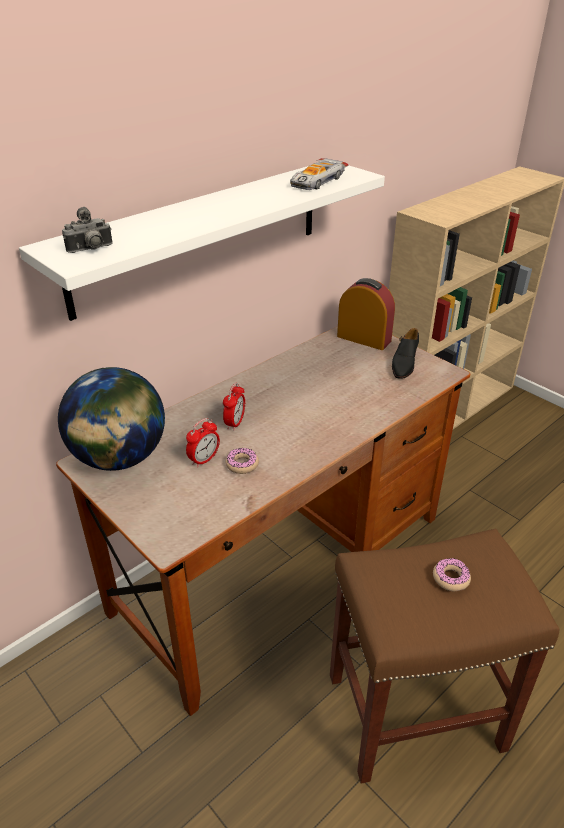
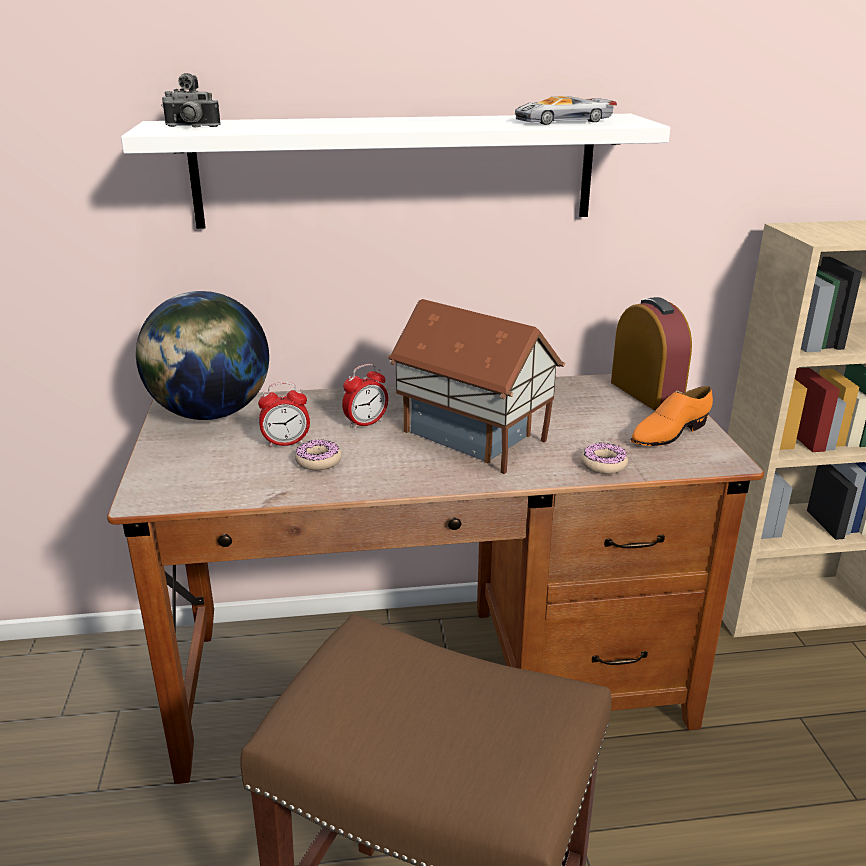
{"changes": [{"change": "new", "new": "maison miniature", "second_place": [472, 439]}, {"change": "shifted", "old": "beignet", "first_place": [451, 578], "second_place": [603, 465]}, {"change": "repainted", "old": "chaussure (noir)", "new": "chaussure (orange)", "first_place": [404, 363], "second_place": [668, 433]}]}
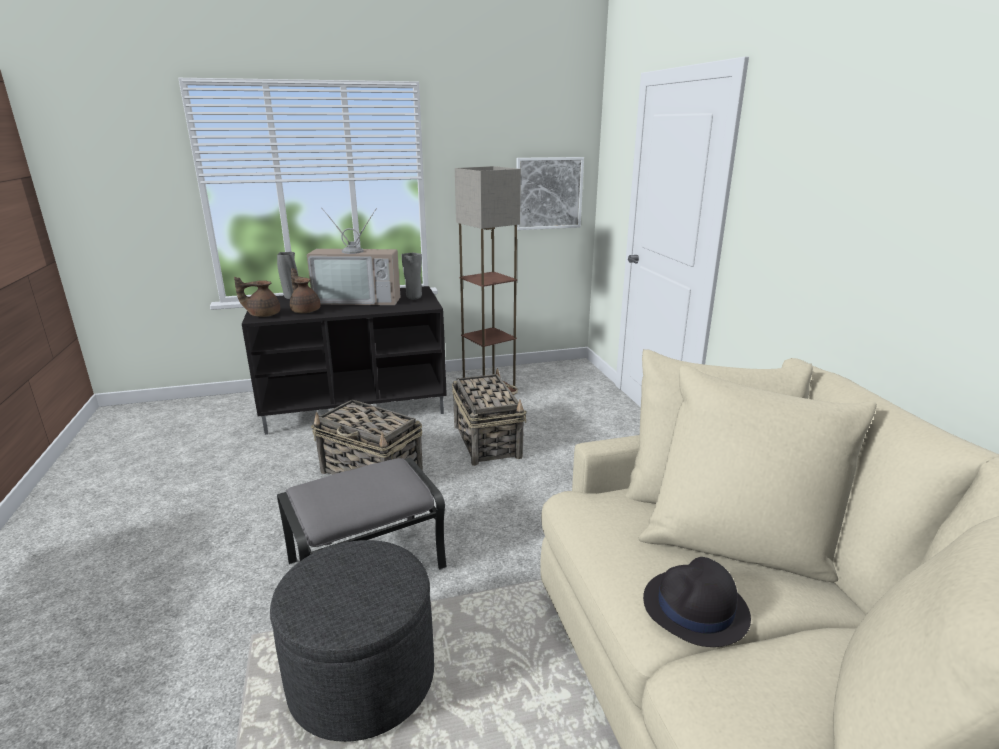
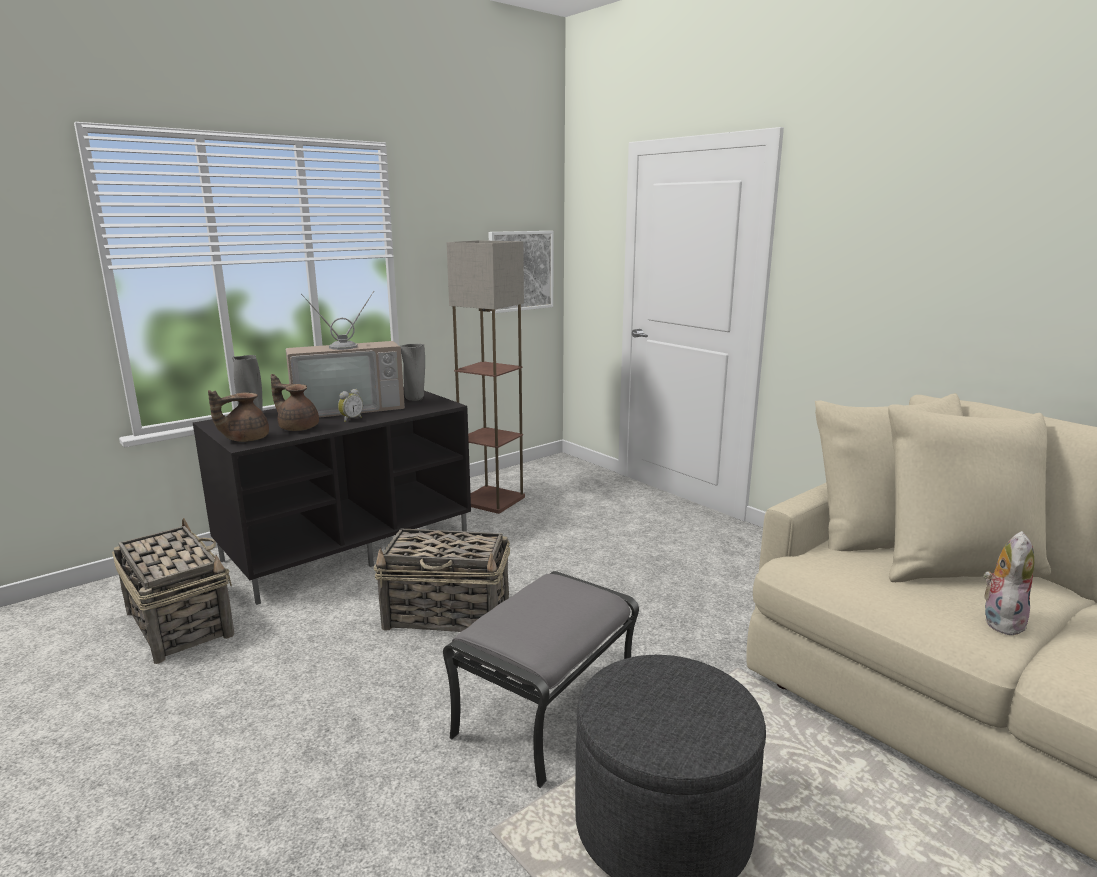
{"changes": [{"change": "new", "new": "réveil", "second_place": [350, 419]}, {"change": "shifted", "old": "panier", "first_place": [486, 441], "second_place": [179, 623]}, {"change": "swapped", "old": "chapeau (noir)", "new": "peluche", "first_place": [695, 609], "second_place": [1000, 620]}]}
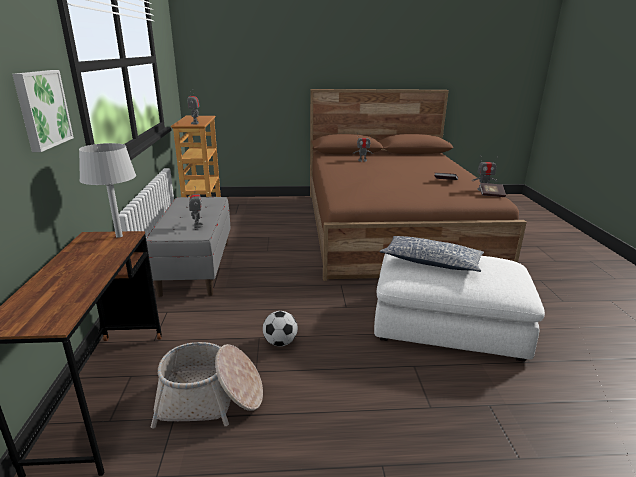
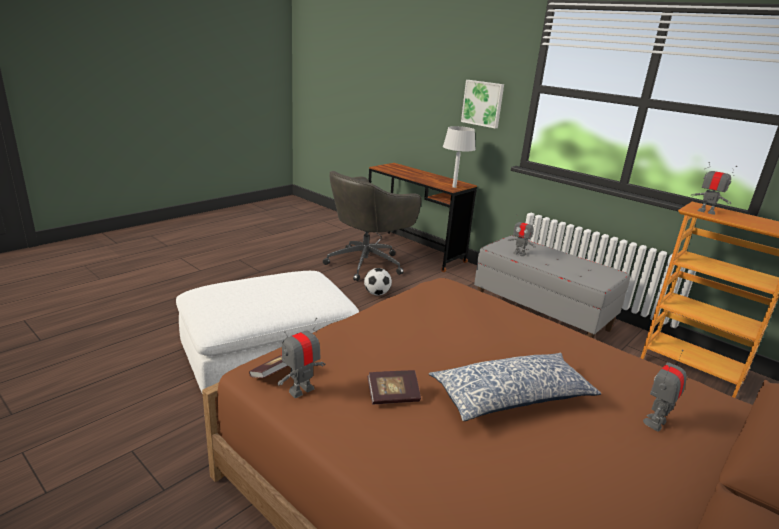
{"changes": [{"change": "shifted", "old": "coussin", "first_place": [431, 262], "second_place": [513, 398]}, {"change": "swapped", "old": "panier", "new": "chaise de bureau (gris)", "first_place": [210, 399], "second_place": [367, 263]}]}
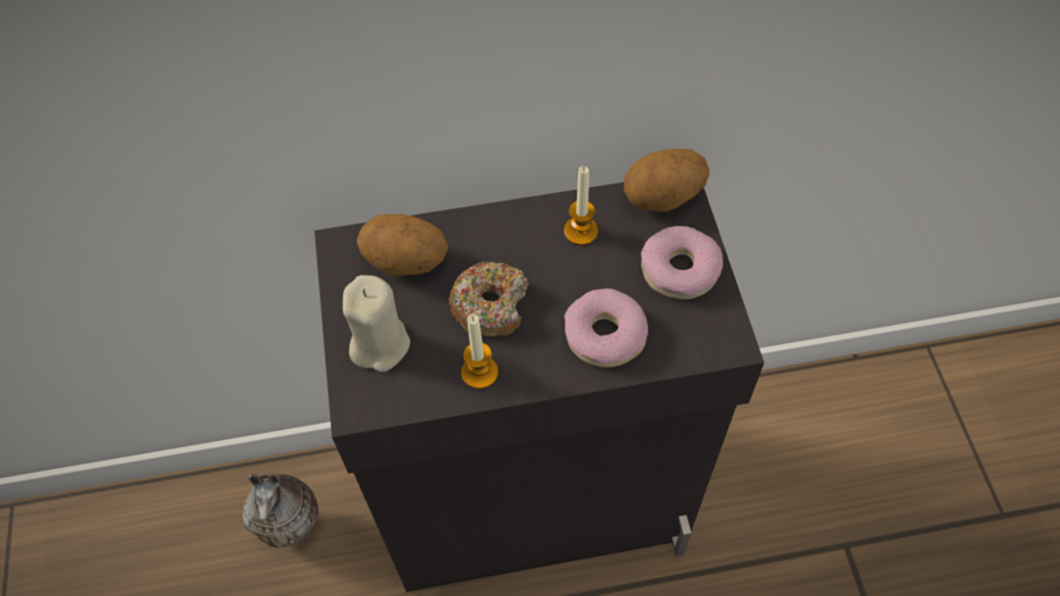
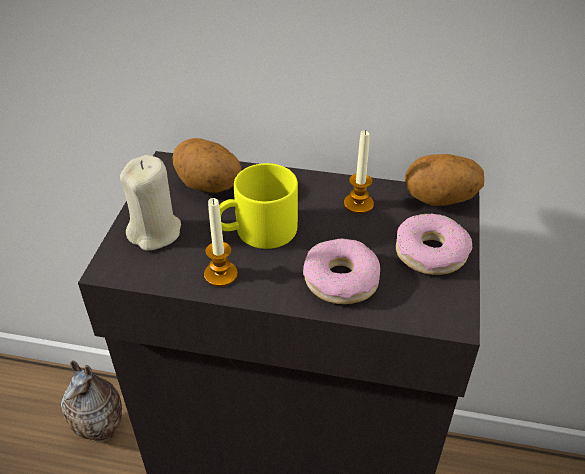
{"changes": [{"change": "swapped", "old": "beignet", "new": "mug (jaune)", "first_place": [490, 305], "second_place": [257, 232]}]}
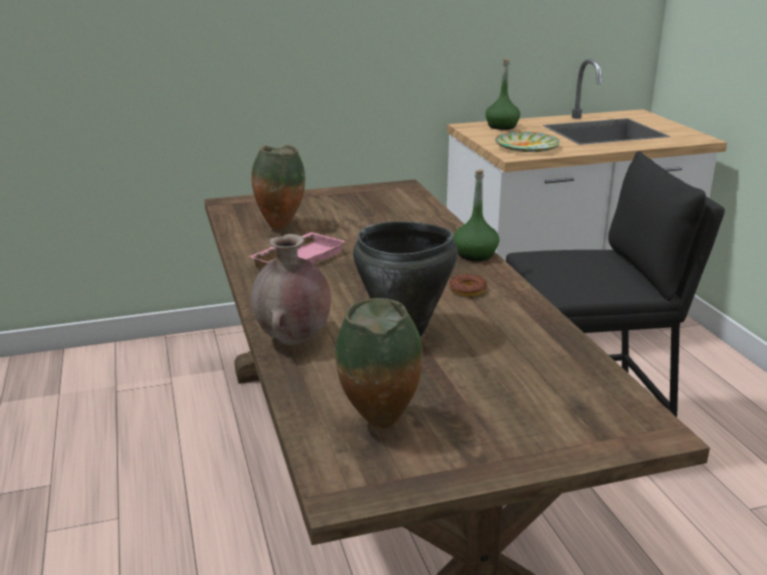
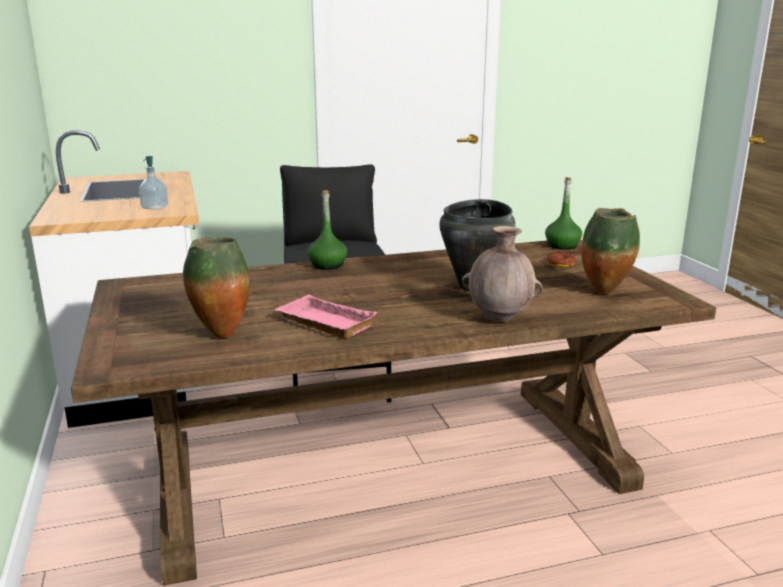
{"changes": [{"change": "shifted", "old": "beignet", "first_place": [467, 289], "second_place": [560, 264]}, {"change": "shifted", "old": "bouteille (vert)", "first_place": [502, 126], "second_place": [562, 246]}, {"change": "swapped", "old": "assiette", "new": "distributeur de savon", "first_place": [527, 147], "second_place": [155, 207]}]}
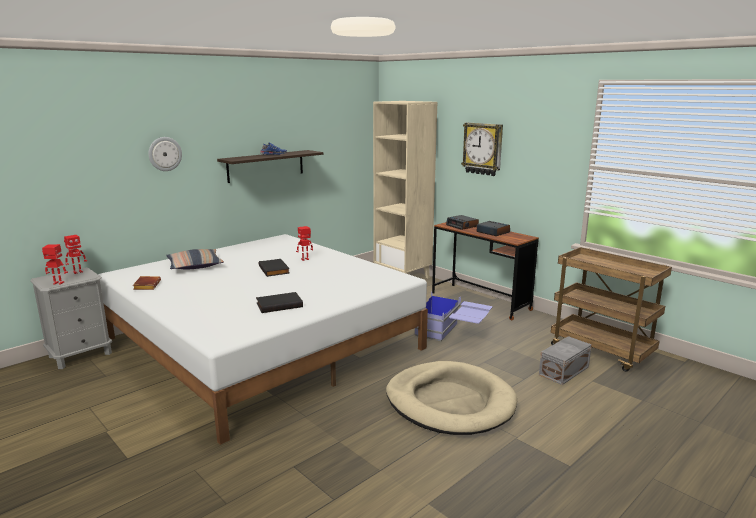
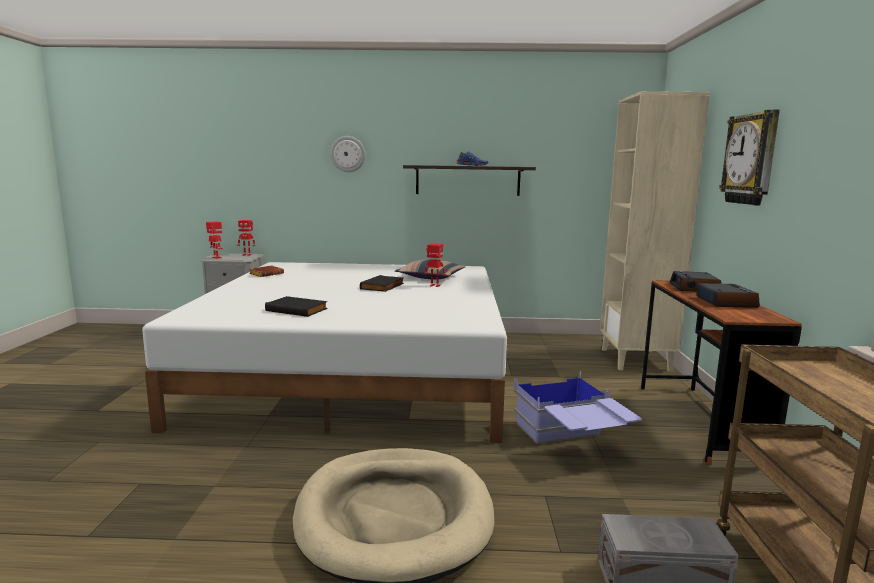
{"changes": [{"change": "shifted", "old": "coussin", "first_place": [195, 265], "second_place": [431, 277]}]}
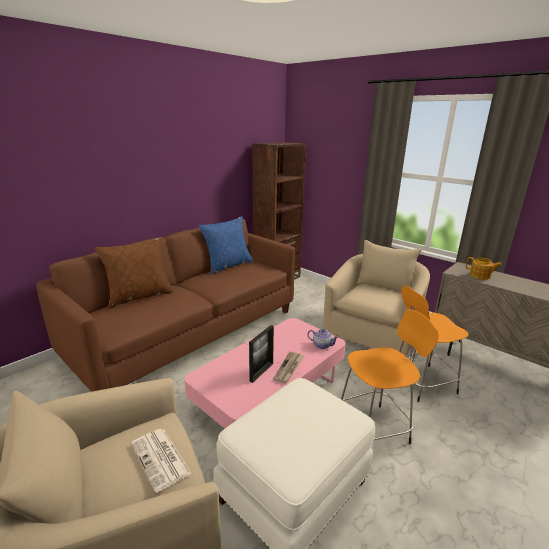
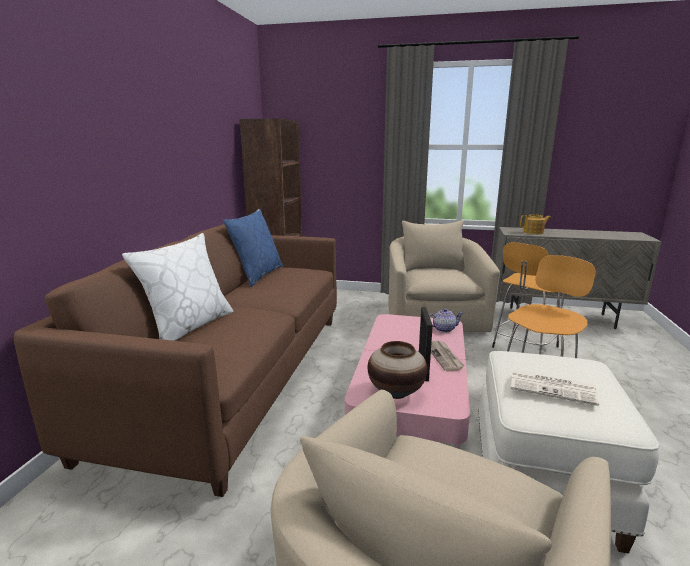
{"changes": [{"change": "new", "new": "vase", "second_place": [396, 392]}, {"change": "shifted", "old": "journal", "first_place": [161, 459], "second_place": [553, 388]}, {"change": "repainted", "old": "coussin (marron)", "new": "coussin (blanc)", "first_place": [140, 296], "second_place": [189, 326]}]}
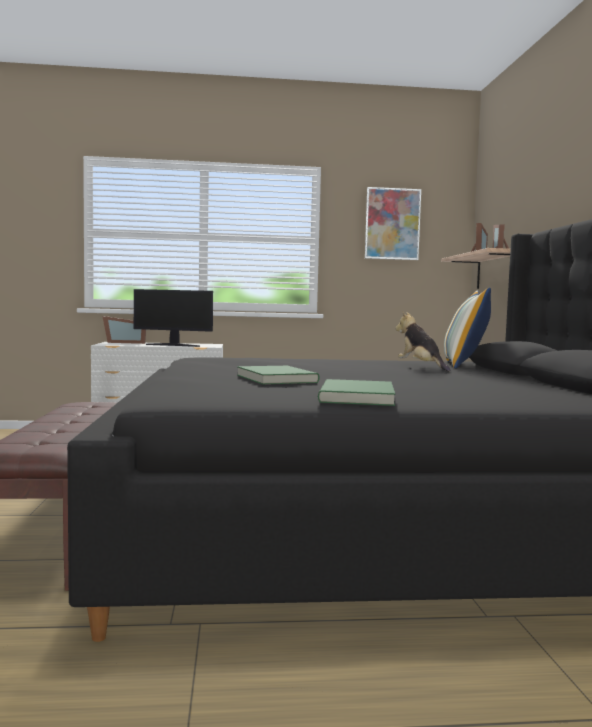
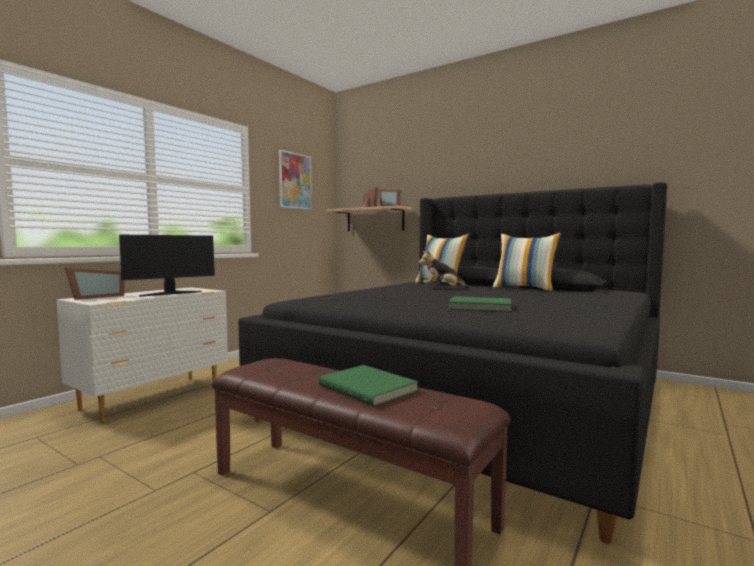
{"changes": [{"change": "new", "new": "coussin", "second_place": [525, 288]}, {"change": "shifted", "old": "livre (vert)", "first_place": [359, 397], "second_place": [369, 387]}]}
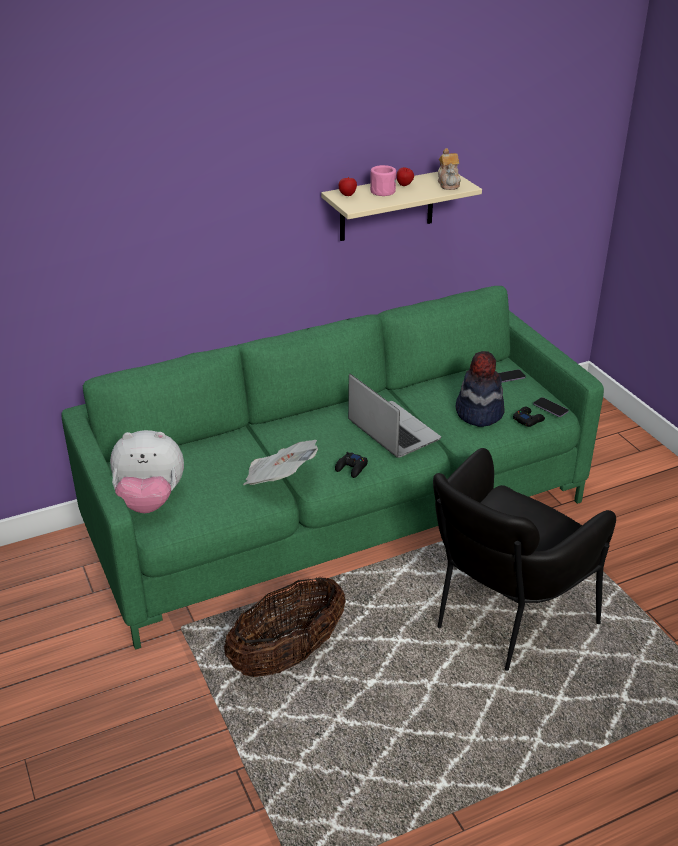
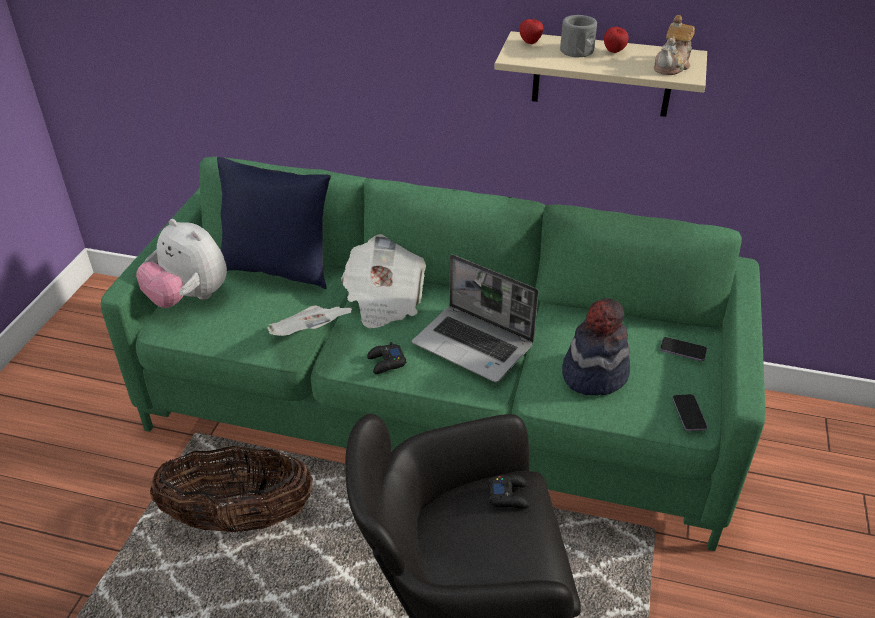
{"changes": [{"change": "new", "new": "coussin (bleu)", "second_place": [278, 269]}, {"change": "new", "new": "journal", "second_place": [384, 300]}, {"change": "shifted", "old": "manette (noir)", "first_place": [528, 420], "second_place": [509, 495]}, {"change": "repainted", "old": "mug (rose)", "new": "mug (gris)", "first_place": [383, 190], "second_place": [579, 49]}, {"change": "rotated", "old": "ordinateur portable", "first_place": [392, 431], "second_place": [474, 345], "degrees": 120}]}
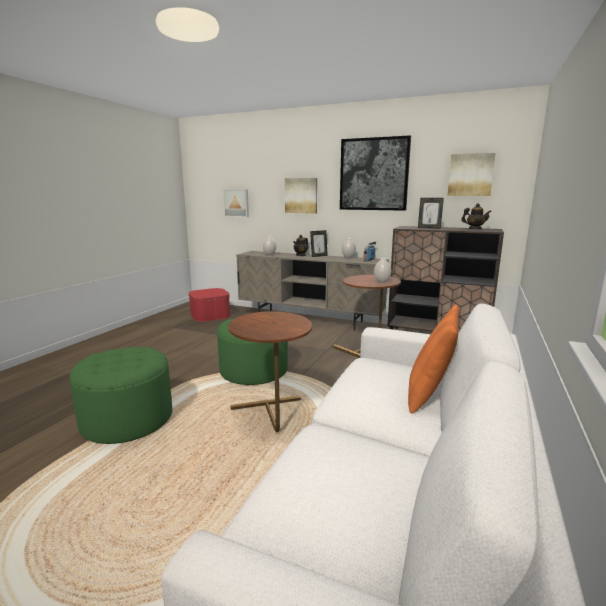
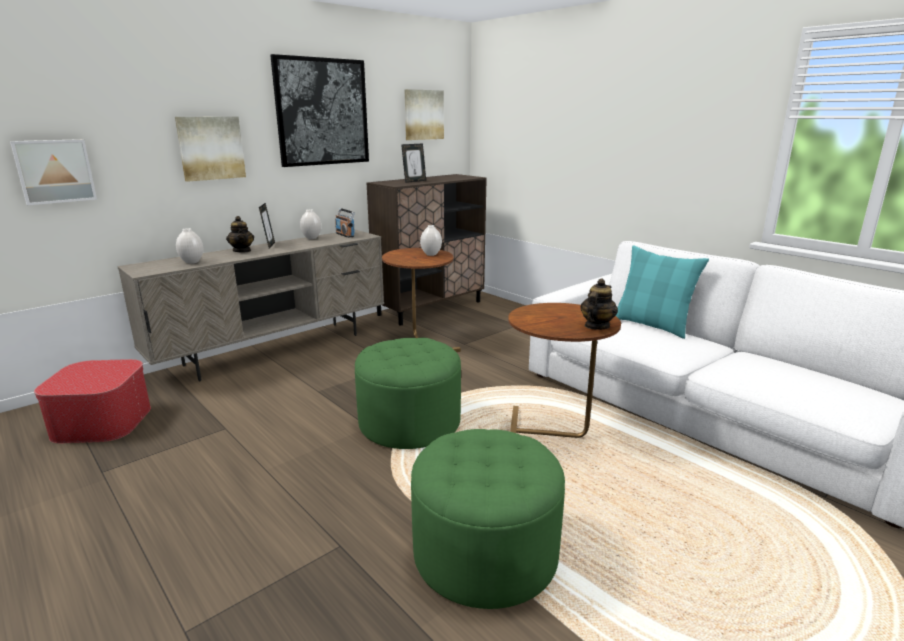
{"changes": [{"change": "shifted", "old": "théière", "first_place": [474, 229], "second_place": [596, 326]}, {"change": "repainted", "old": "coussin (orange)", "new": "coussin (turquoise)", "first_place": [429, 394], "second_place": [652, 325]}]}
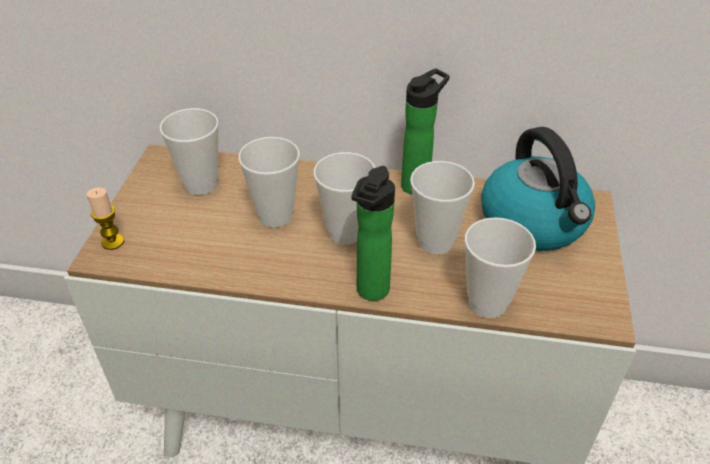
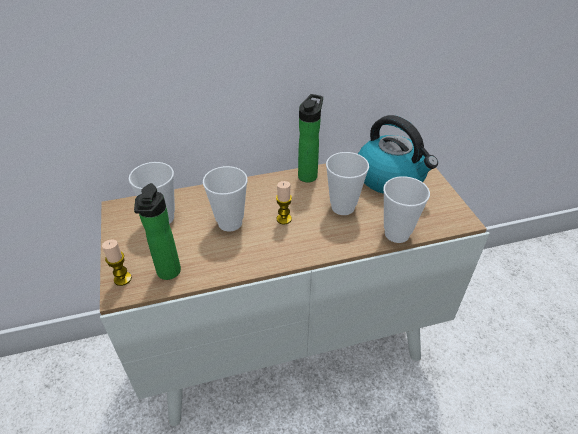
{"changes": [{"change": "shifted", "old": "bouteille", "first_place": [370, 293], "second_place": [168, 274]}, {"change": "swapped", "old": "tasse", "new": "bougie", "first_place": [345, 232], "second_place": [284, 219]}]}
